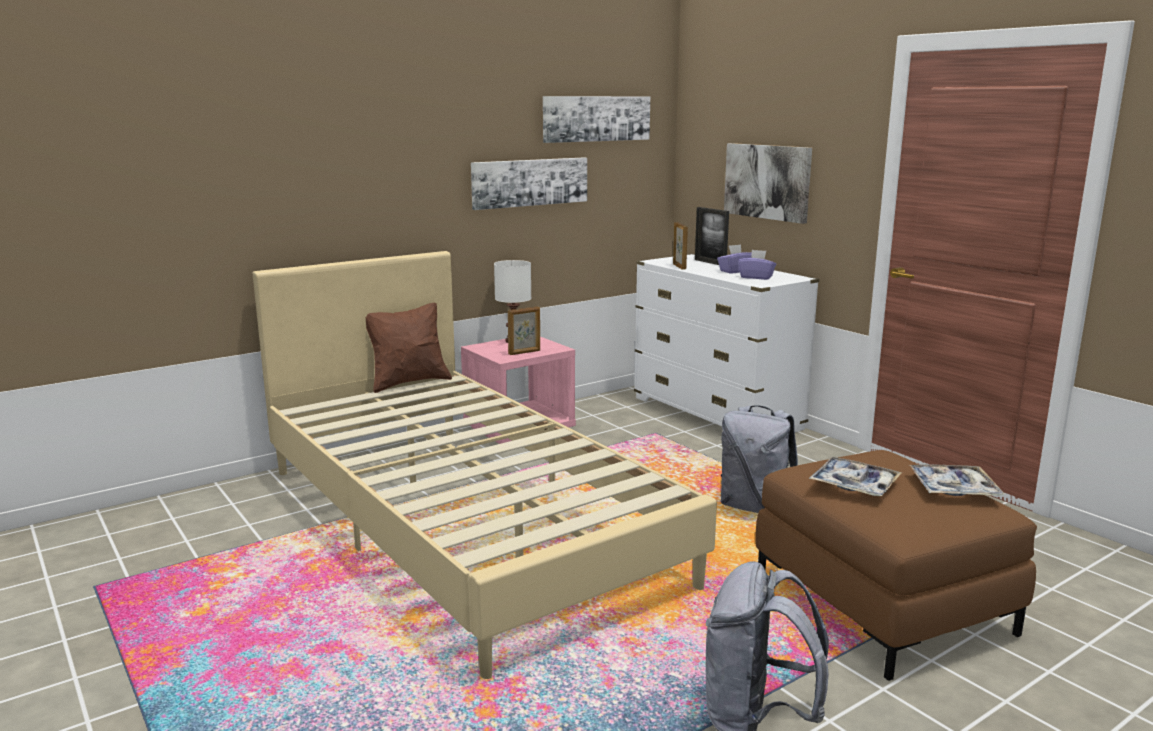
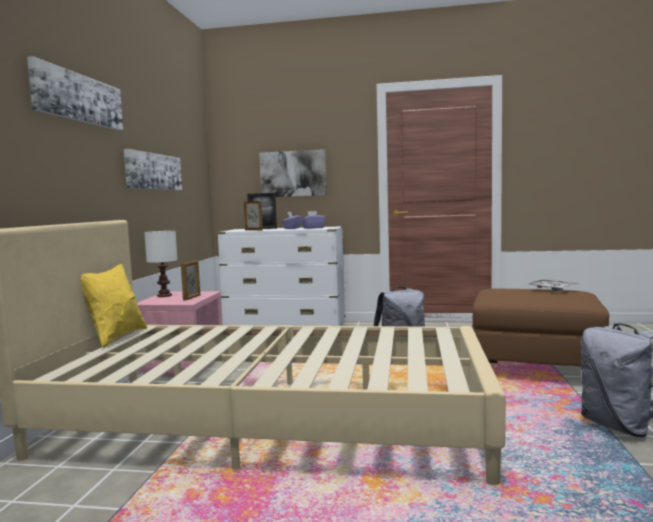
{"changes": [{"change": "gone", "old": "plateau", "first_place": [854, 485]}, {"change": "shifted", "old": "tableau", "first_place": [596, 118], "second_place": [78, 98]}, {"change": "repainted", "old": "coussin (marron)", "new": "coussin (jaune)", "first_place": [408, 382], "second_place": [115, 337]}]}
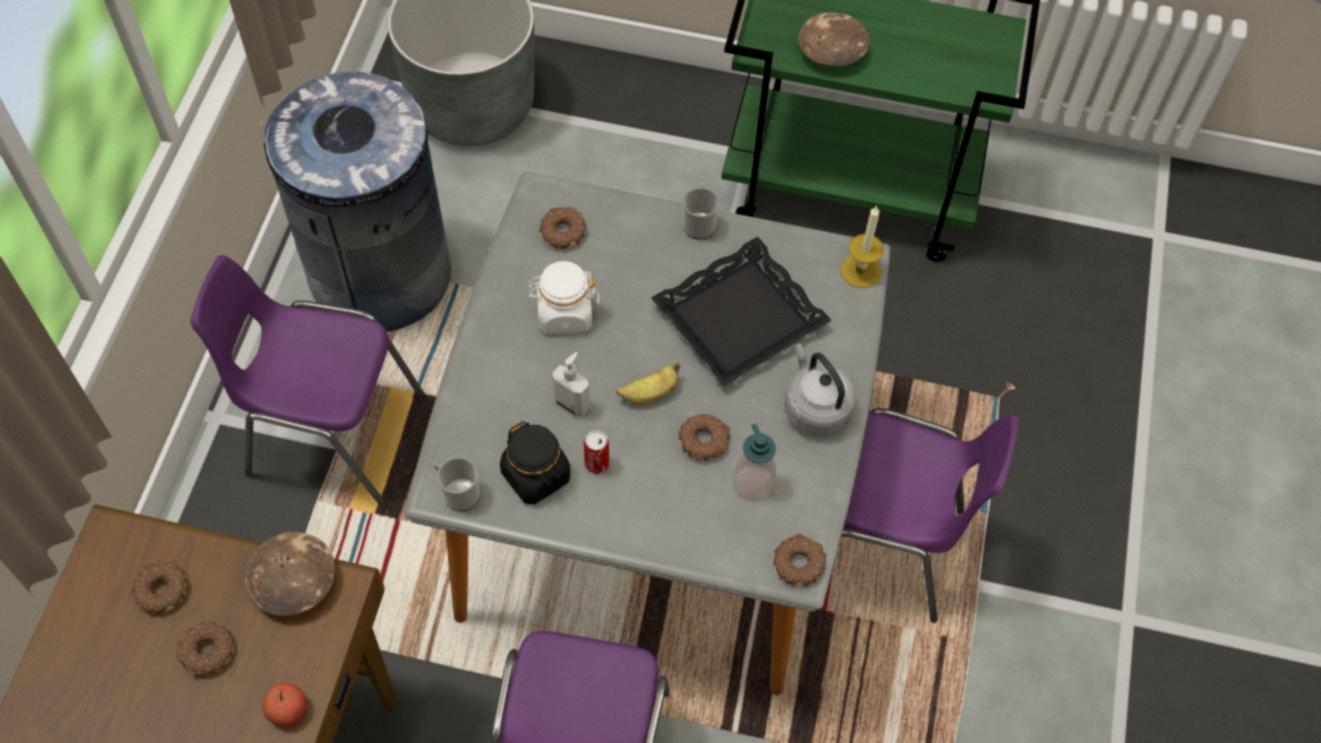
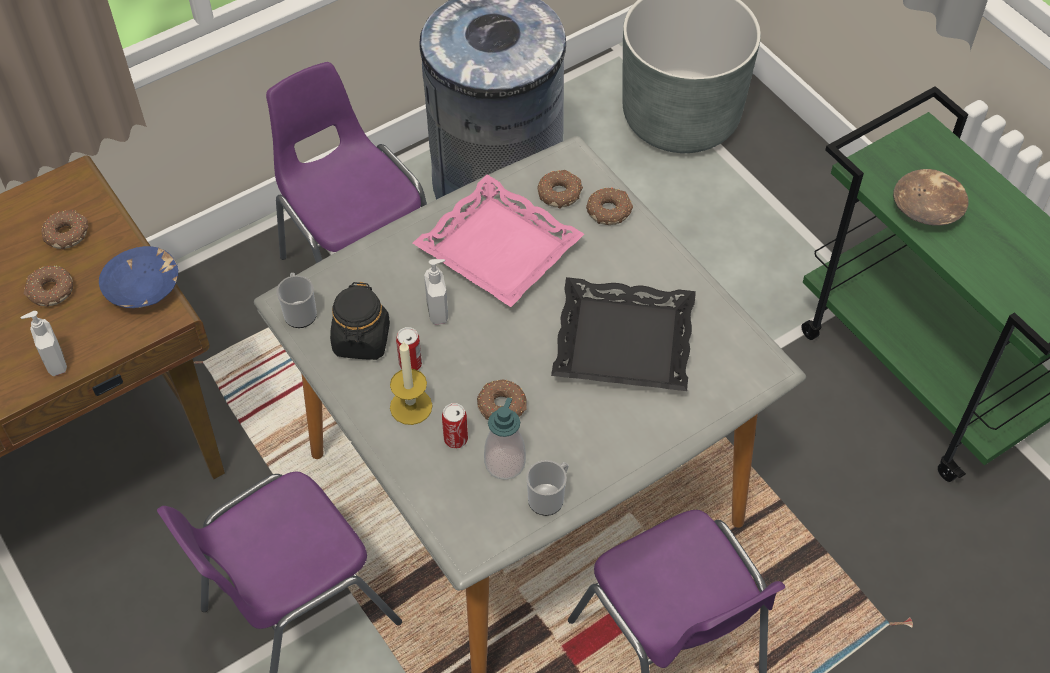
{"changes": [{"change": "gone", "old": "banane", "first_place": [649, 394]}, {"change": "gone", "old": "bouilloire (gris)", "first_place": [815, 408]}, {"change": "new", "new": "boîte métallique", "second_place": [455, 439]}, {"change": "shifted", "old": "mug", "first_place": [699, 223], "second_place": [549, 497]}, {"change": "shifted", "old": "beignet", "first_place": [798, 563], "second_place": [609, 211]}, {"change": "shifted", "old": "bougie", "first_place": [860, 271], "second_place": [411, 406]}, {"change": "swapped", "old": "pomme", "new": "distributeur de savon", "first_place": [288, 710], "second_place": [54, 363]}, {"change": "swapped", "old": "bocal (blanc)", "new": "plateau (rose)", "first_place": [564, 313], "second_place": [499, 248]}, {"change": "repainted", "old": "bol (marron)", "new": "bol (bleu)", "first_place": [294, 581], "second_place": [143, 288]}]}
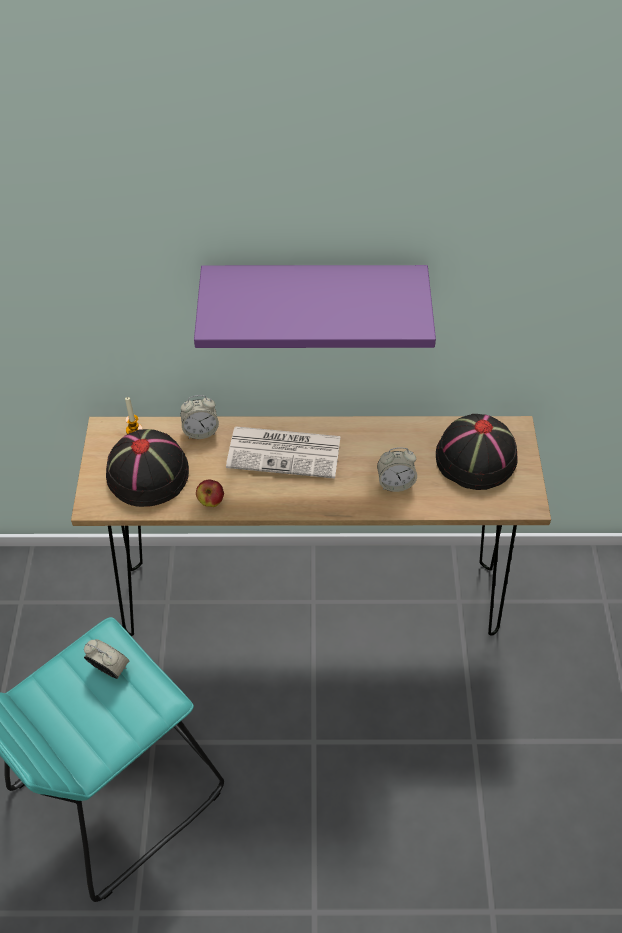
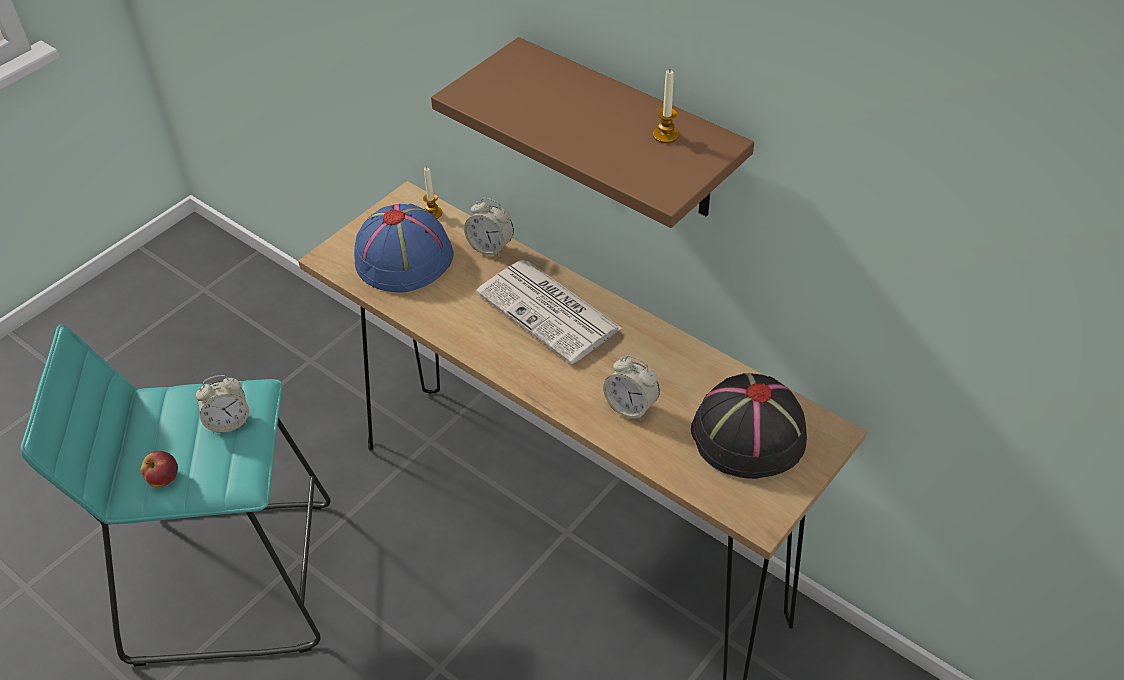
{"changes": [{"change": "new", "new": "bougie", "second_place": [665, 135]}, {"change": "shifted", "old": "pomme", "first_place": [211, 501], "second_place": [164, 479]}, {"change": "repainted", "old": "chapeau (noir)", "new": "chapeau (bleu)", "first_place": [148, 473], "second_place": [404, 257]}, {"change": "repainted", "old": "étagère (violet)", "new": "étagère (marron)", "first_place": [314, 297], "second_place": [628, 132]}, {"change": "rotated", "old": "réveil", "first_place": [110, 668], "second_place": [228, 422], "degrees": 90}]}
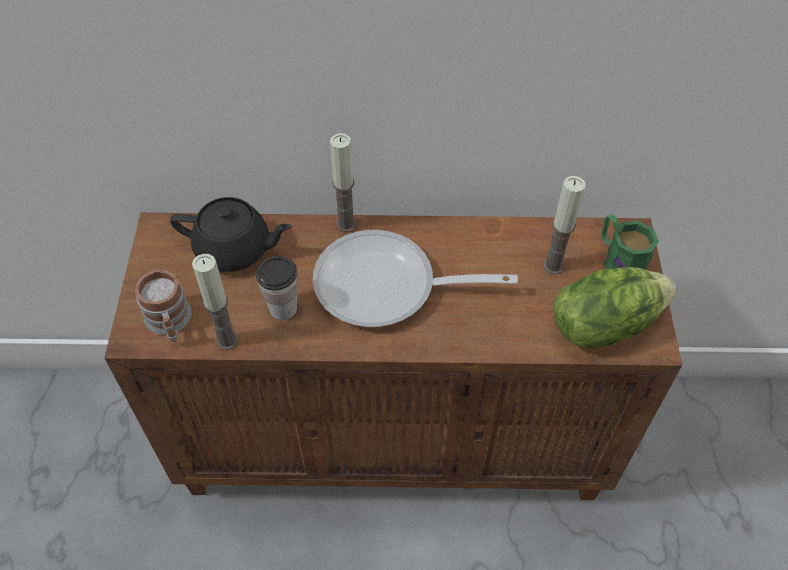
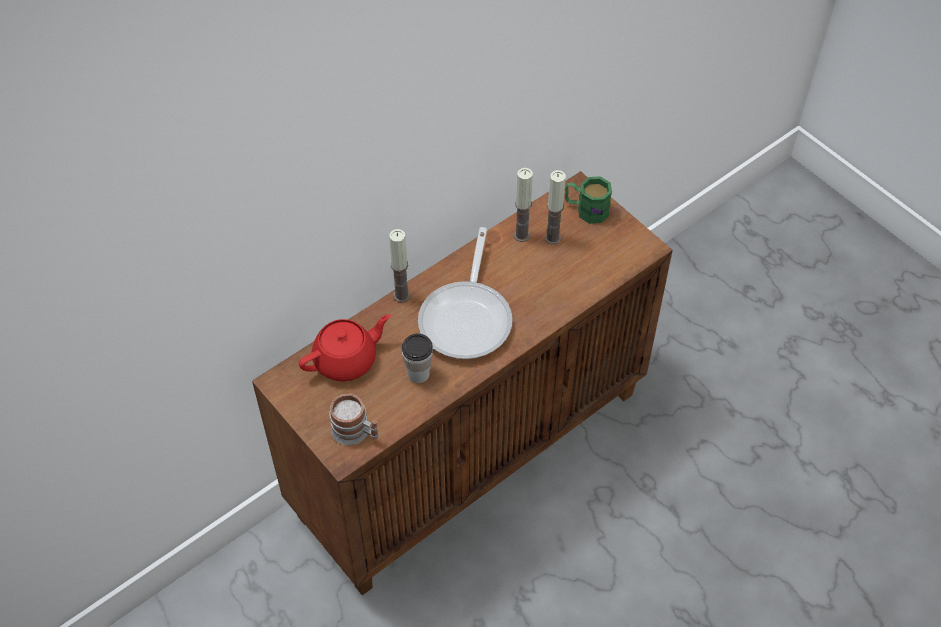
{"changes": [{"change": "gone", "old": "laitue", "first_place": [603, 324]}, {"change": "shifted", "old": "bougie", "first_place": [227, 340], "second_place": [521, 235]}, {"change": "repainted", "old": "théière (noir)", "new": "théière (rouge)", "first_place": [235, 250], "second_place": [346, 360]}, {"change": "rotated", "old": "poêle", "first_place": [386, 287], "second_place": [468, 317], "degrees": -45}]}
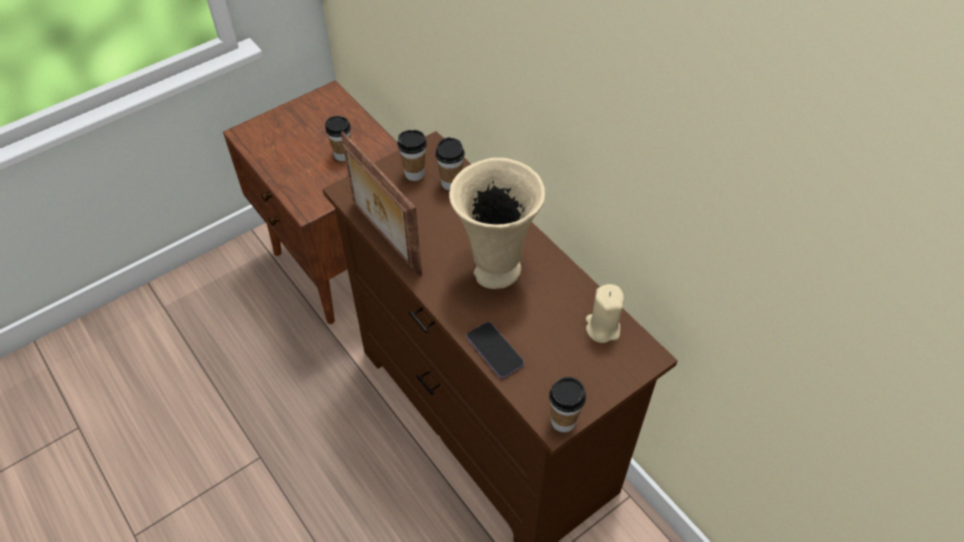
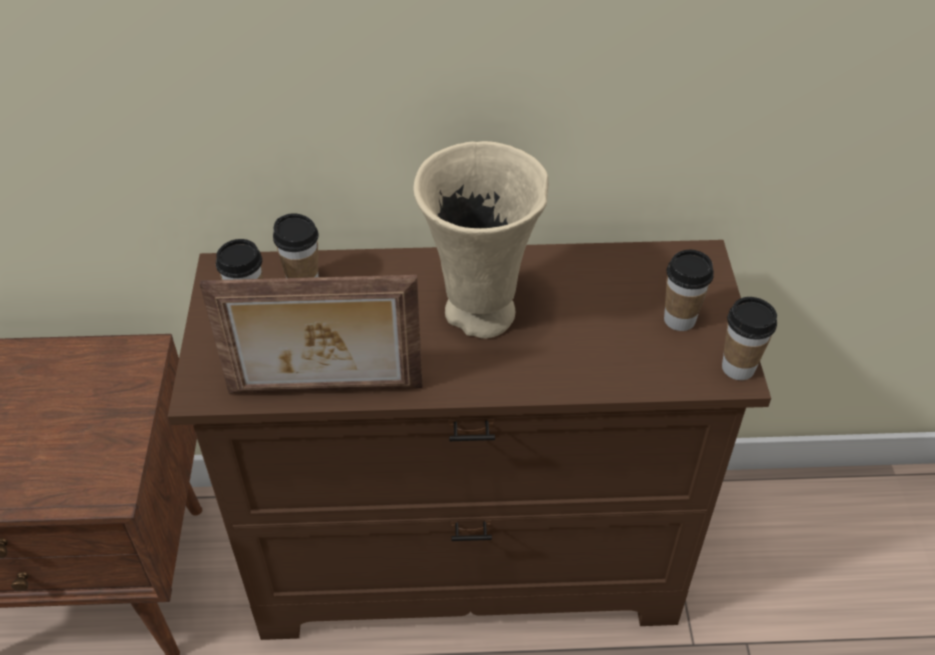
{"changes": [{"change": "gone", "old": "téléphone", "first_place": [494, 351]}, {"change": "gone", "old": "bougie (beige)", "first_place": [602, 328]}, {"change": "shifted", "old": "tasse", "first_place": [343, 155], "second_place": [679, 319]}]}
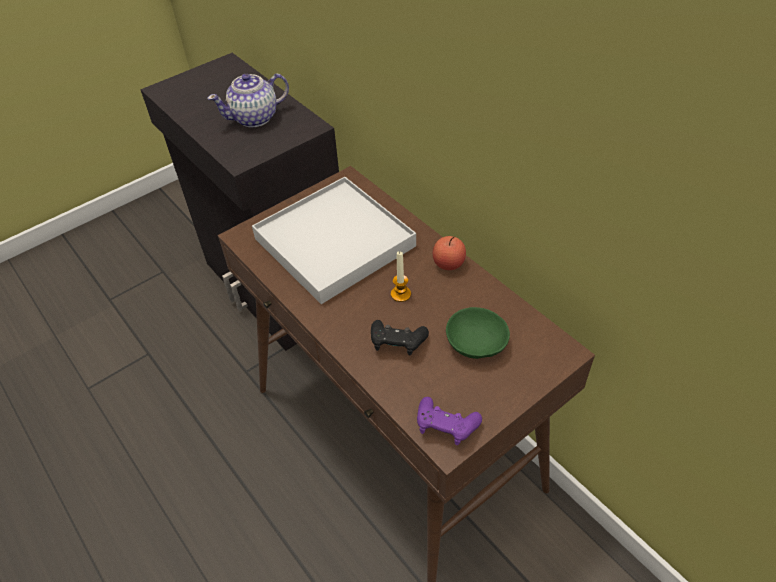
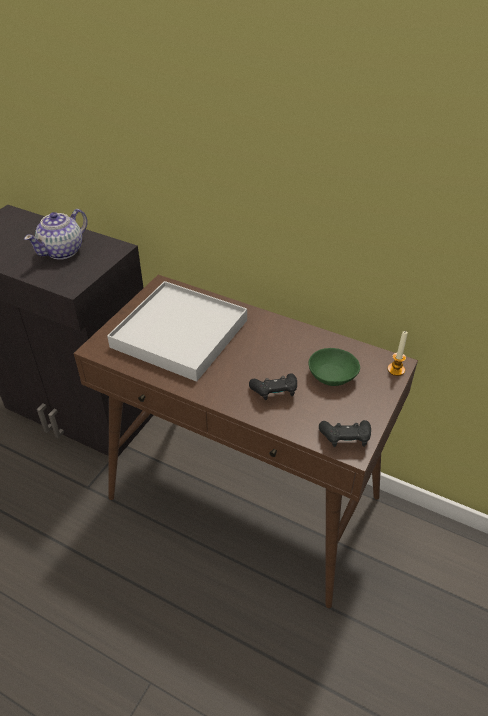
{"changes": [{"change": "gone", "old": "pomme", "first_place": [448, 263]}, {"change": "shifted", "old": "bougie", "first_place": [400, 294], "second_place": [396, 370]}, {"change": "repainted", "old": "manette (violet)", "new": "manette (noir)", "first_place": [445, 427], "second_place": [345, 439]}]}
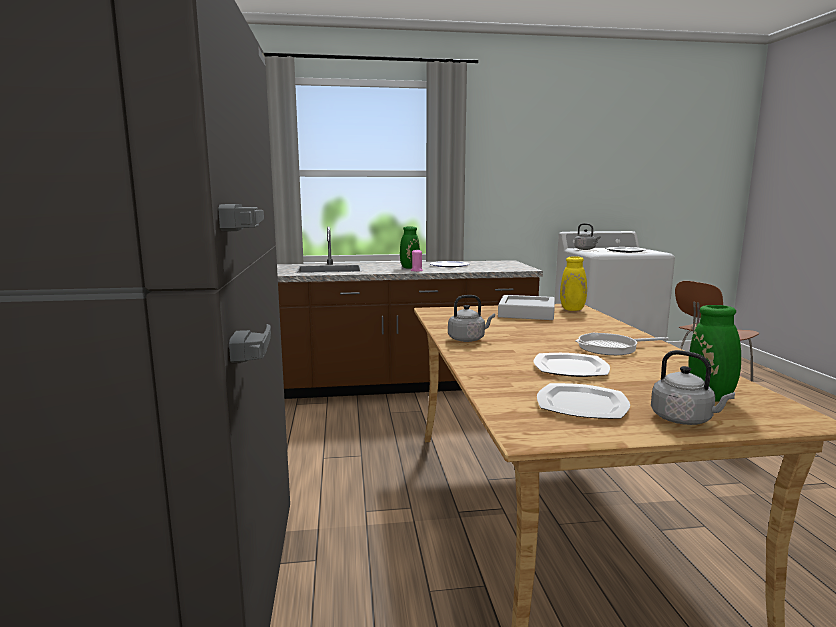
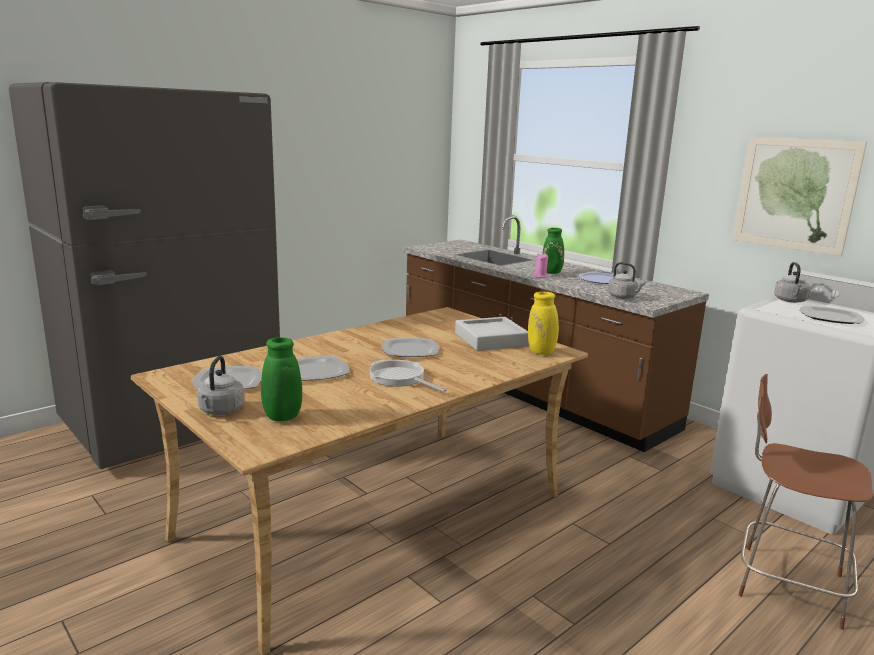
{"changes": [{"change": "new", "new": "assiette", "second_place": [411, 350]}, {"change": "new", "new": "tableau", "second_place": [795, 194]}, {"change": "shifted", "old": "bouilloire (gris)", "first_place": [468, 339], "second_place": [623, 297]}]}
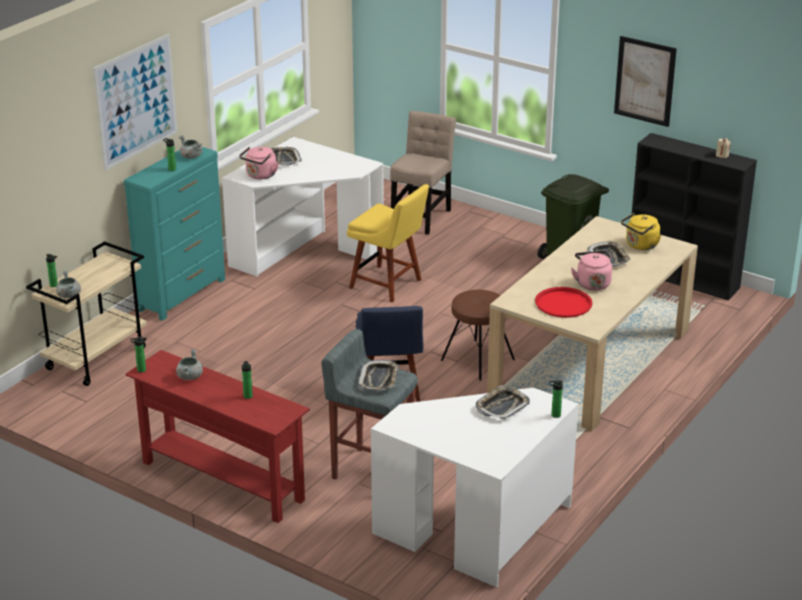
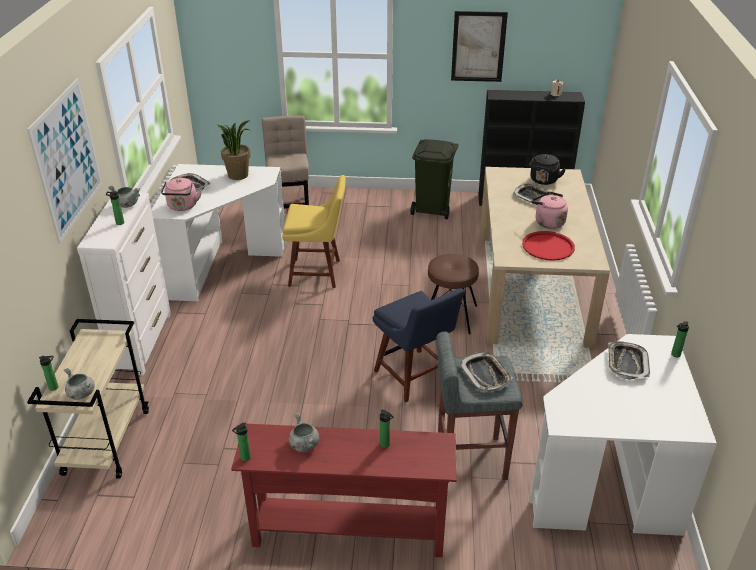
{"changes": [{"change": "new", "new": "plante en pot", "second_place": [238, 175]}, {"change": "repainted", "old": "commode (turquoise)", "new": "commode (blanc)", "first_place": [183, 294], "second_place": [142, 341]}, {"change": "repainted", "old": "bouilloire (jaune)", "new": "bouilloire (noir)", "first_place": [640, 245], "second_place": [543, 181]}]}
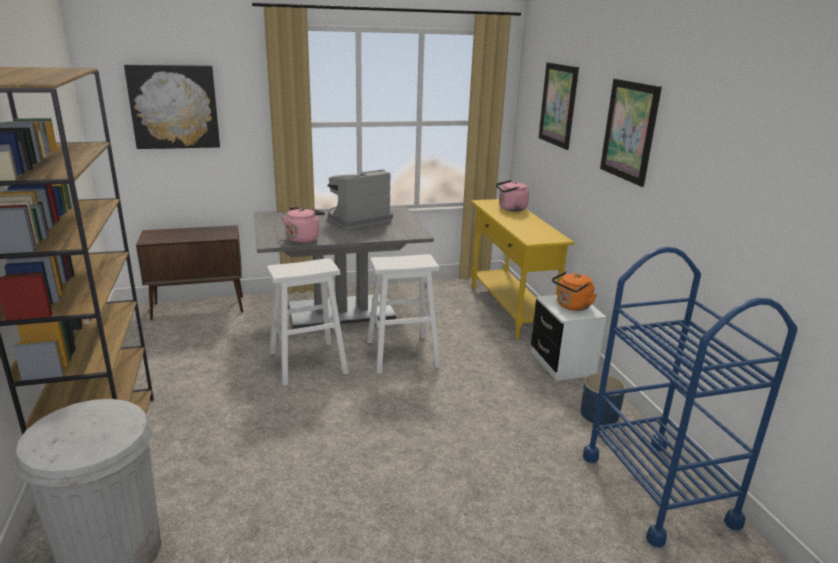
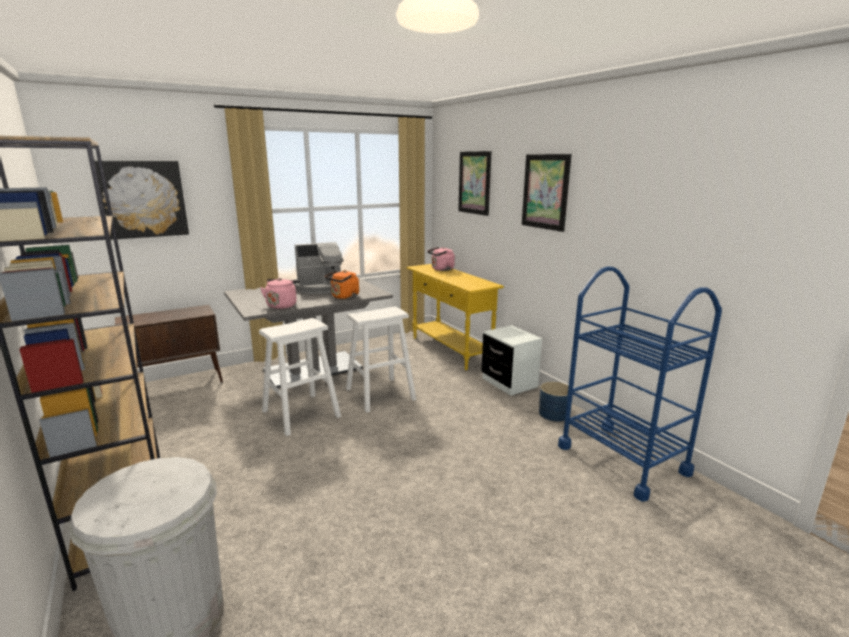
{"changes": [{"change": "shifted", "old": "bouilloire (orange)", "first_place": [571, 306], "second_place": [344, 297]}, {"change": "rotated", "old": "machine à café", "first_place": [358, 219], "second_place": [321, 288], "degrees": -150}]}
